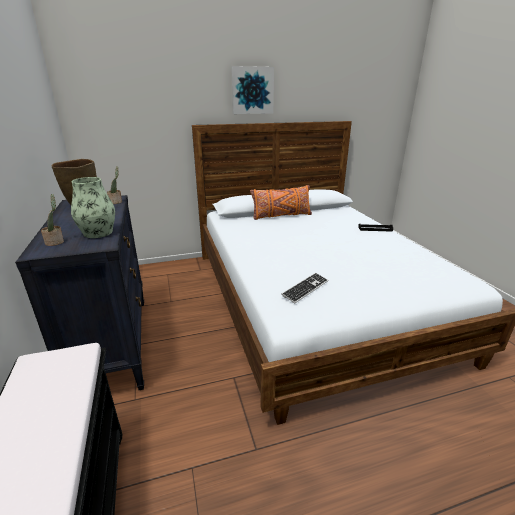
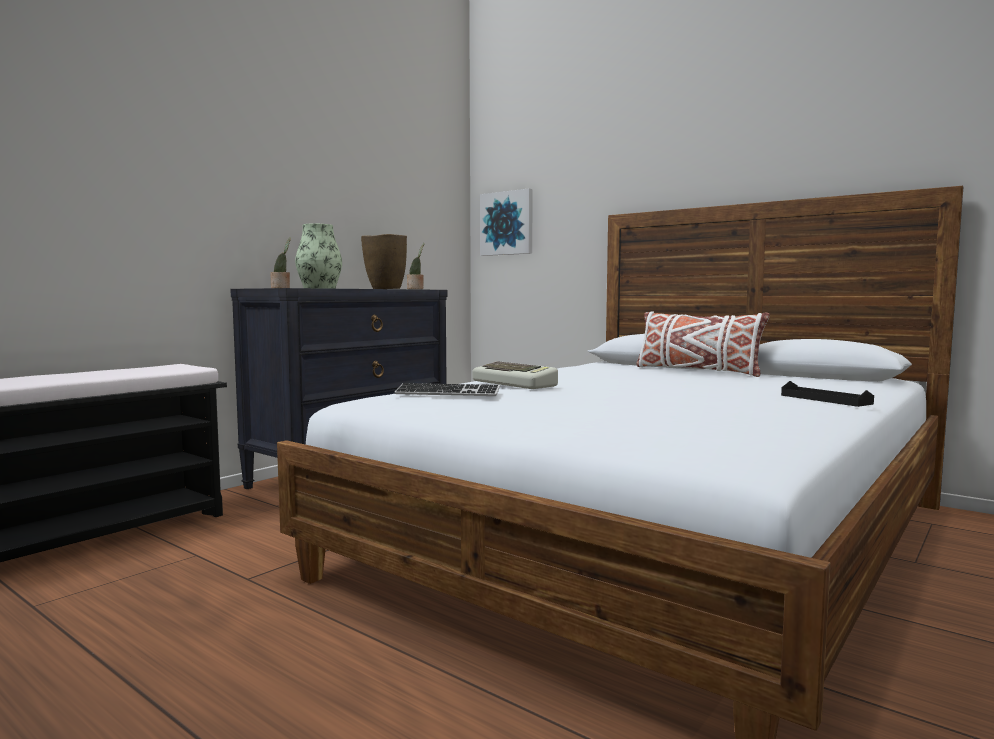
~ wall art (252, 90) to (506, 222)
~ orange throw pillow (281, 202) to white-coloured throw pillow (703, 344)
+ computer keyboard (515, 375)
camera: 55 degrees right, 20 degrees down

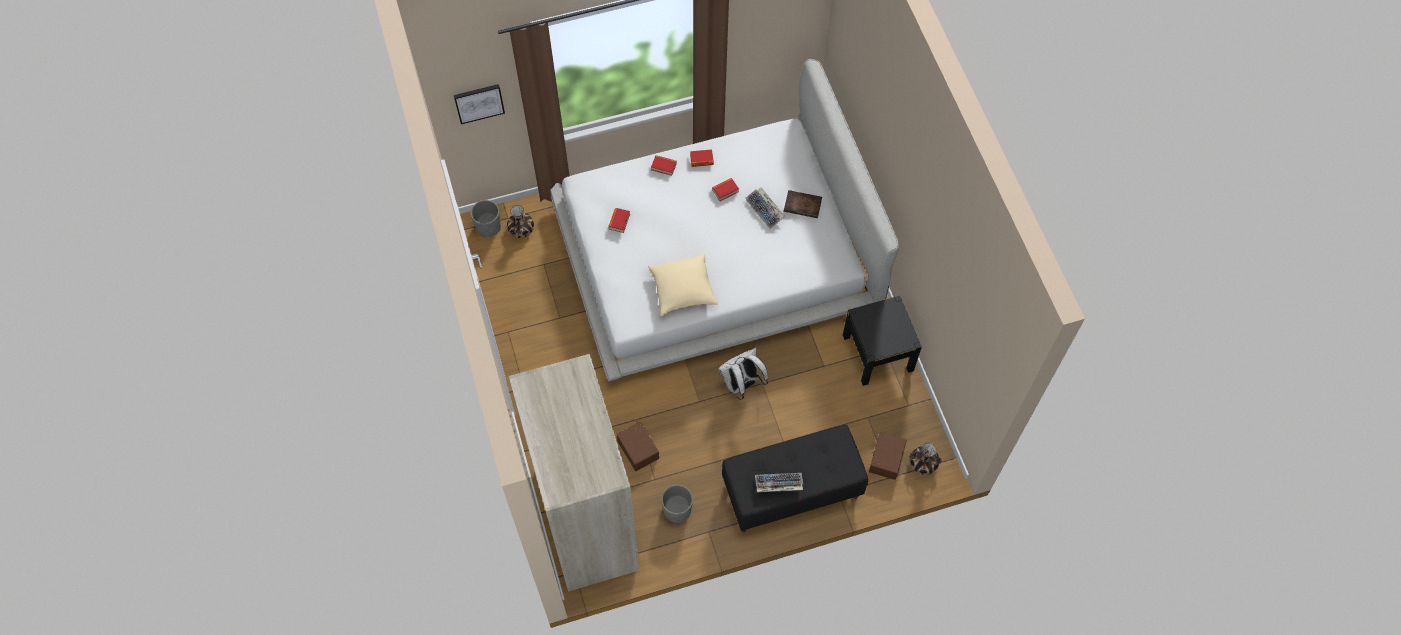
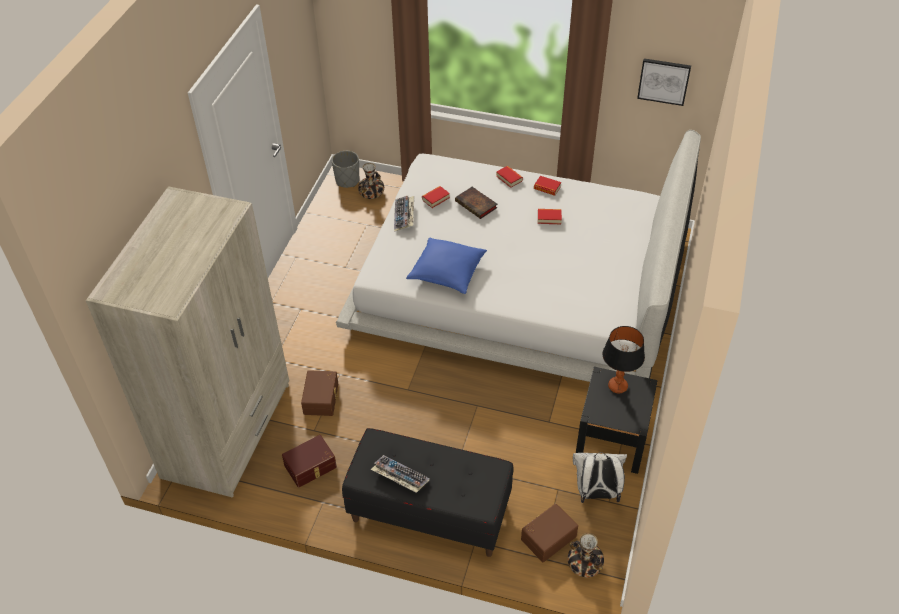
~ wall art (479, 104) to (664, 82)
~ computer keyboard (765, 208) to (404, 214)
~ bound book (803, 204) to (476, 203)
~ beige throw pillow (683, 284) to blue throw pillow (446, 266)
~ white-coloured rucksack (743, 374) to (600, 477)
~ gray flower pot (677, 504) to brown-coloured storage bin (309, 461)
+ lamp for a table (623, 359)
camera: 35 degrees right, 15 degrees down

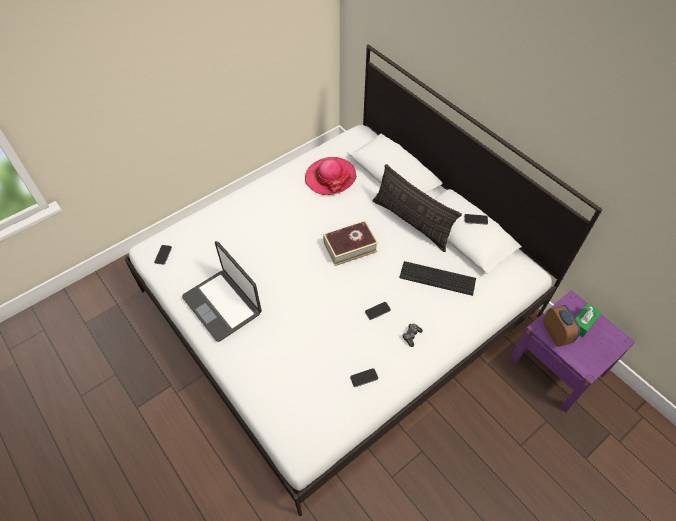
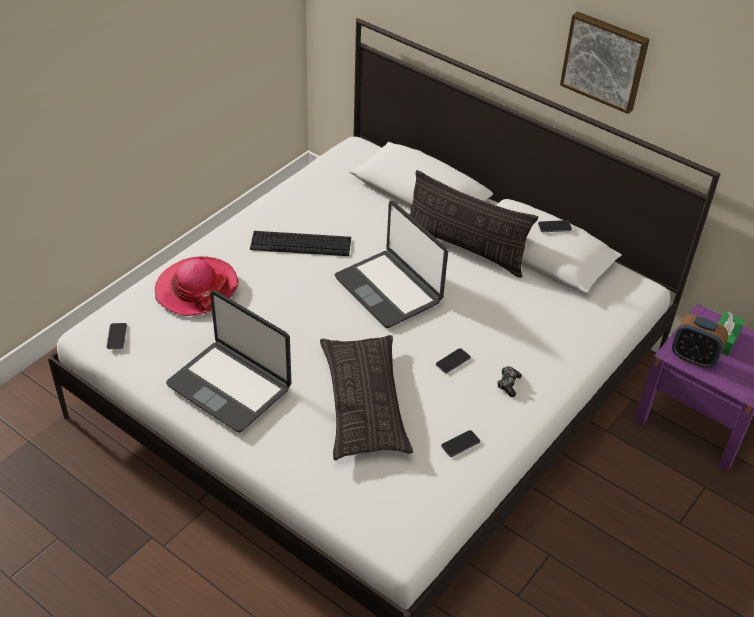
~ hat (331, 176) to (197, 286)
~ bound book (350, 243) to laptop (391, 264)
~ computer keyboard (437, 278) to (300, 243)
~ table clock (562, 326) = (700, 341) 150 degrees clockwise
+ wall art (605, 62)
+ throw pillow (367, 398)
camera: 15 degrees left, 10 degrees down

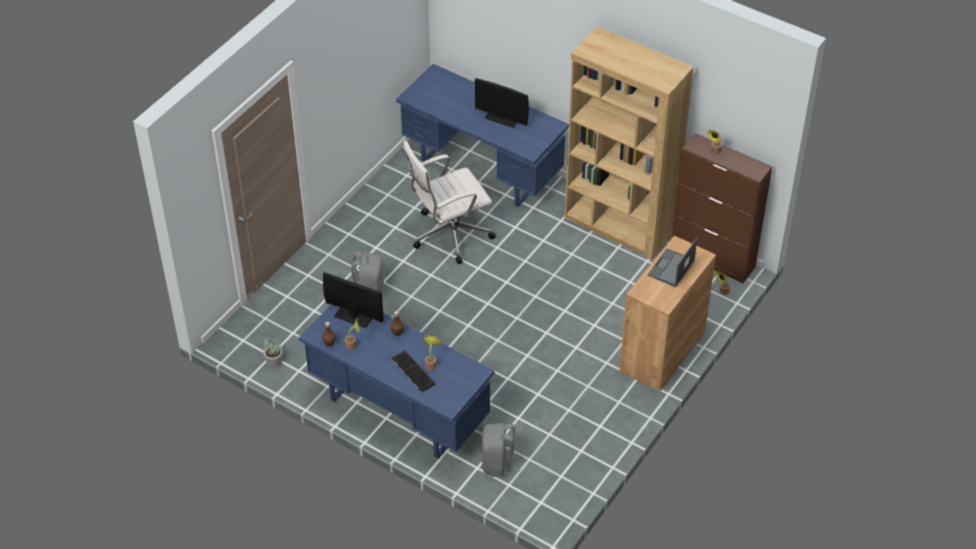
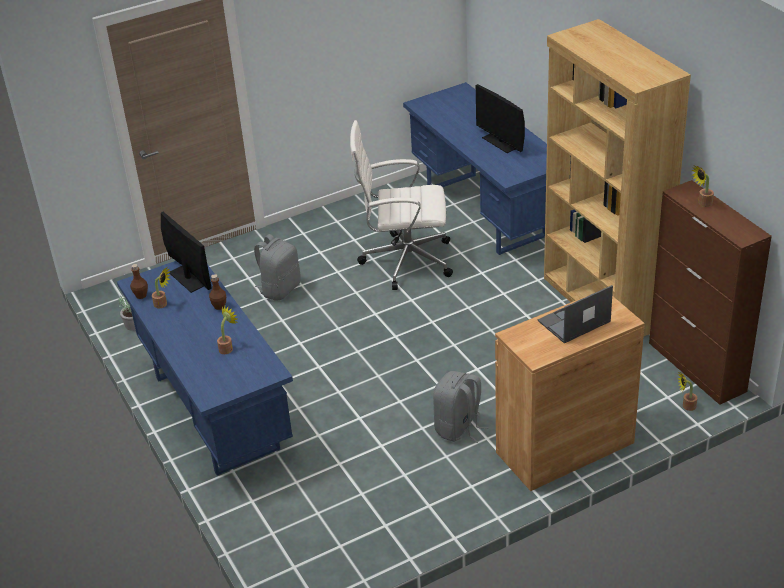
- computer keyboard (413, 371)
~ gray rucksack (501, 450) to (461, 407)
camera: 30 degrees right, 10 degrees down

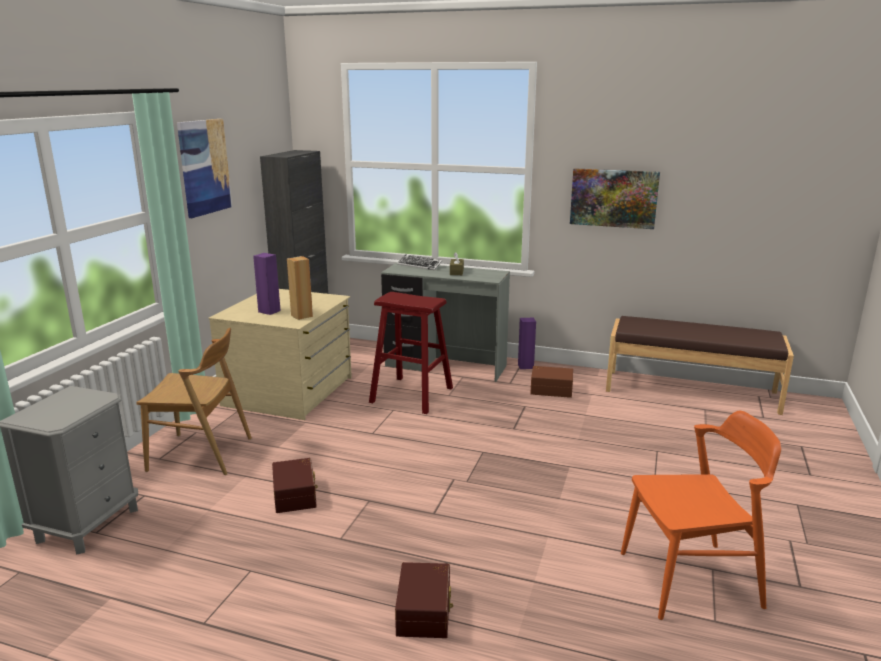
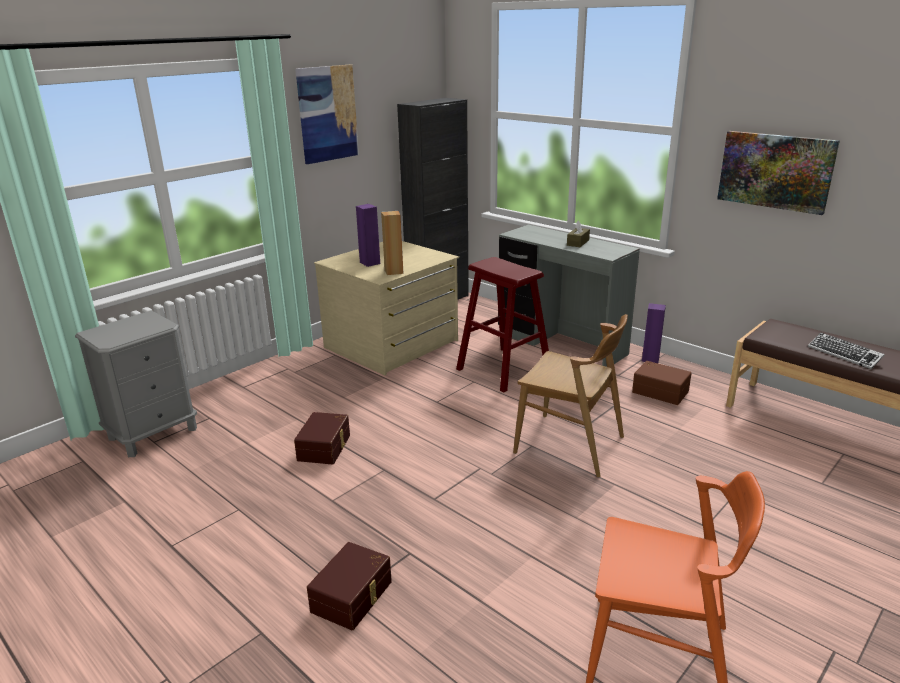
~ computer keyboard (419, 262) to (846, 351)
~ brown-coloured chair (194, 401) to (570, 395)
camera: 25 degrees right, 5 degrees up

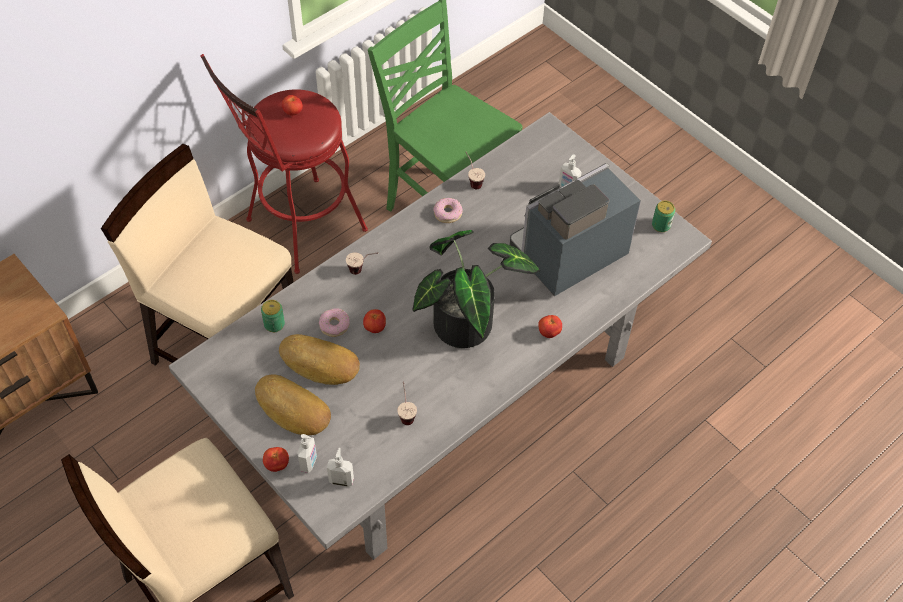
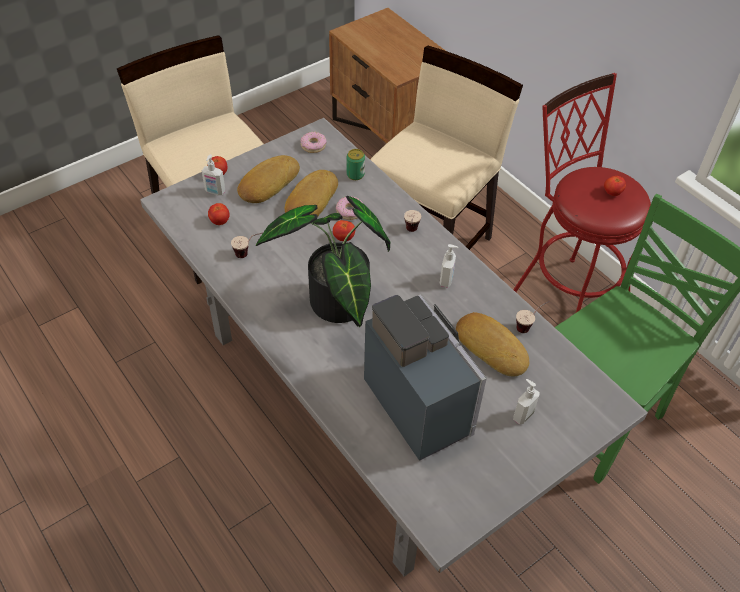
~ ring doughnut (448, 210) to (314, 142)
- can (663, 216)
~ whole tomato (550, 326) to (219, 214)
~ soap bottle (340, 467) to (449, 266)
+ bread (492, 344)
camera: 95 degrees right, 5 degrees down

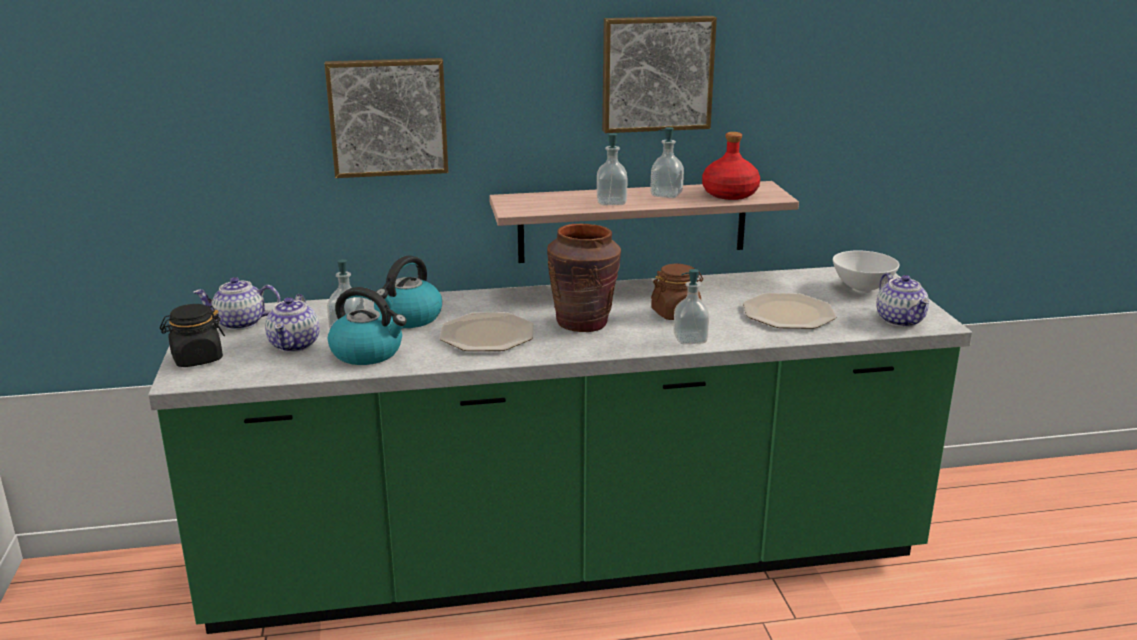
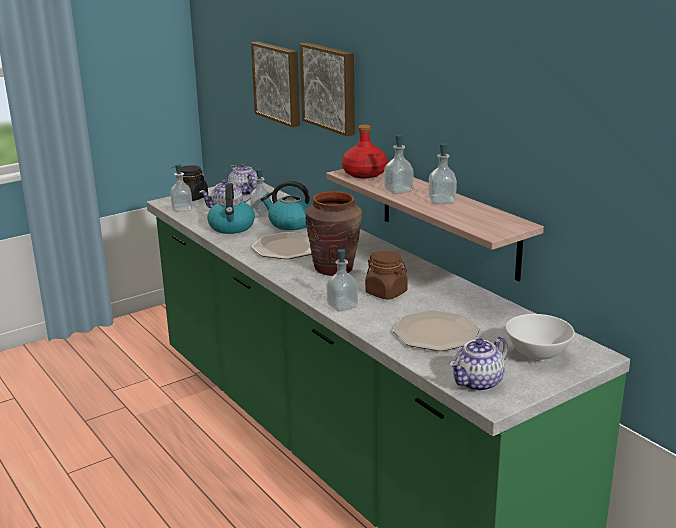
~ wall art (659, 74) to (275, 84)
~ red beverage bottle (731, 166) to (365, 151)
+ soap bottle (181, 188)
camera: 65 degrees right, 0 degrees up

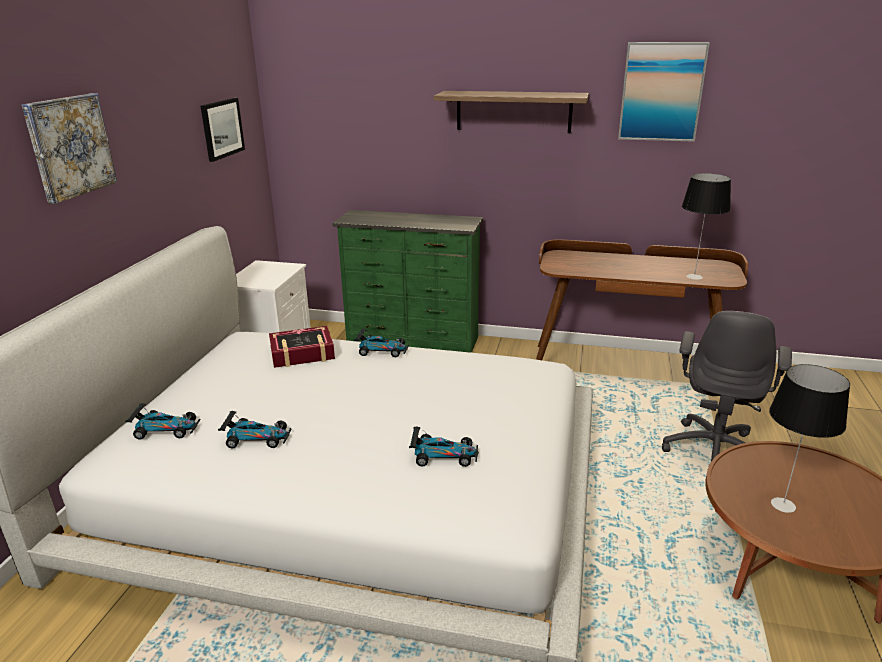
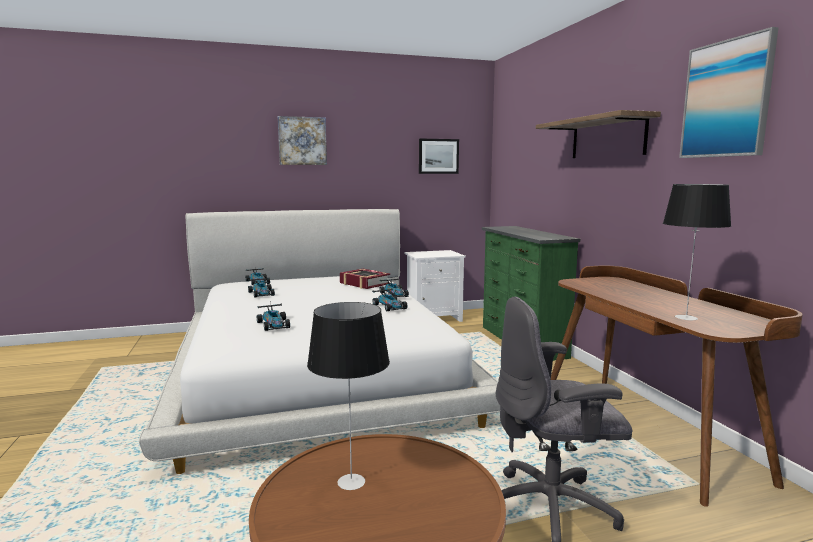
+ miniature car (389, 299)
camera: 60 degrees right, 15 degrees down

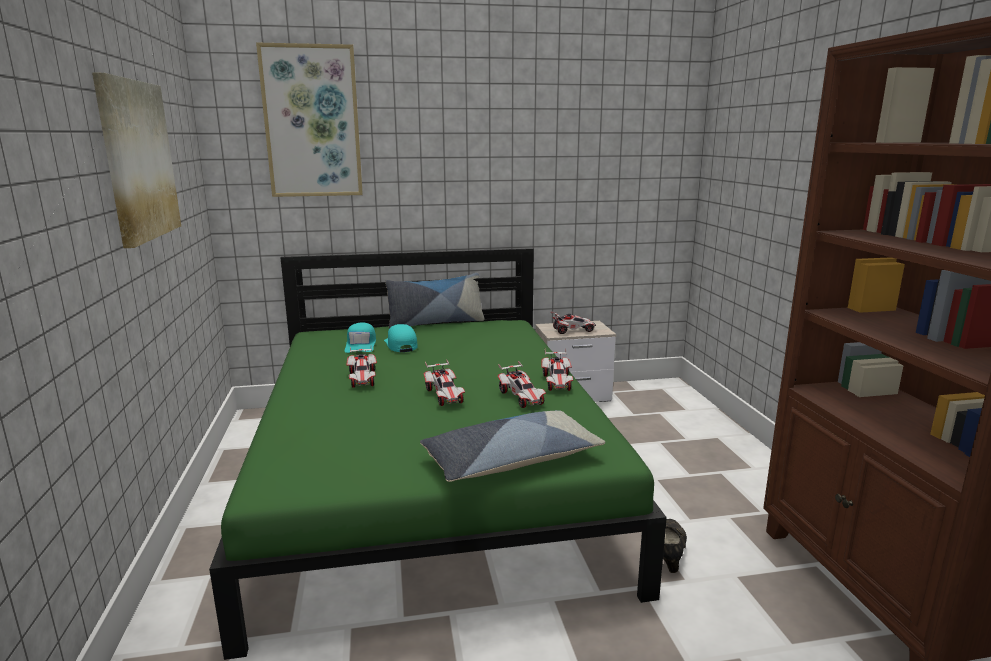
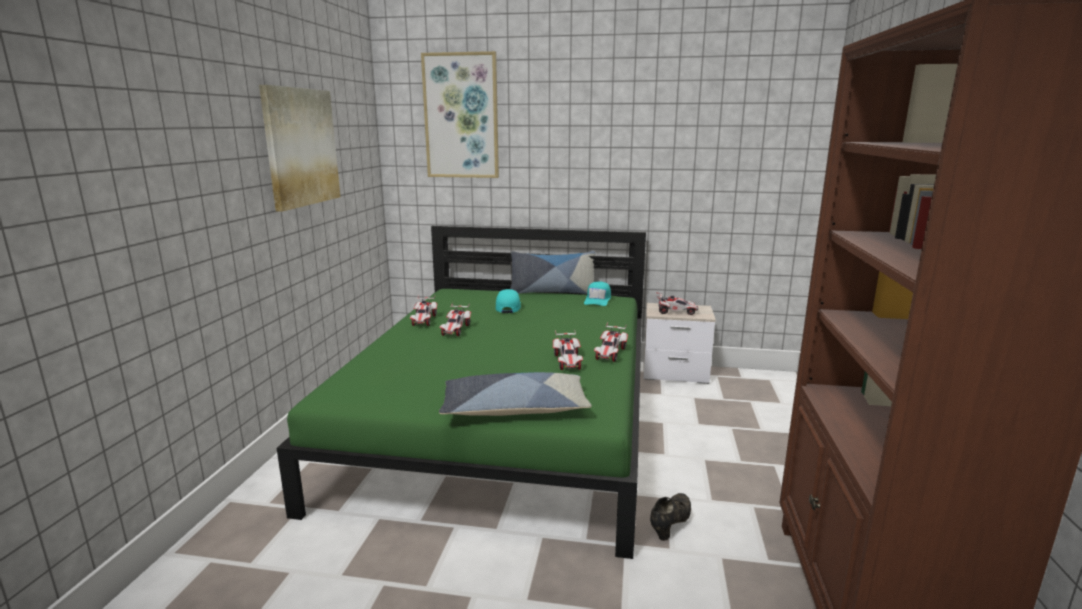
~ turquoise-coloured cap (360, 338) to (597, 293)
~ miniature car (444, 382) to (423, 311)
camera: 20 degrees right, 0 degrees up

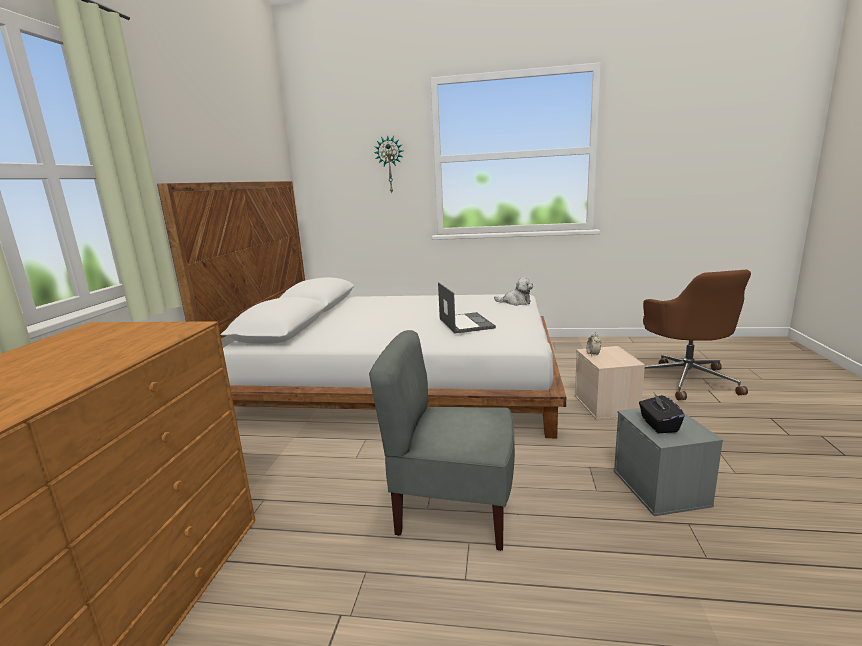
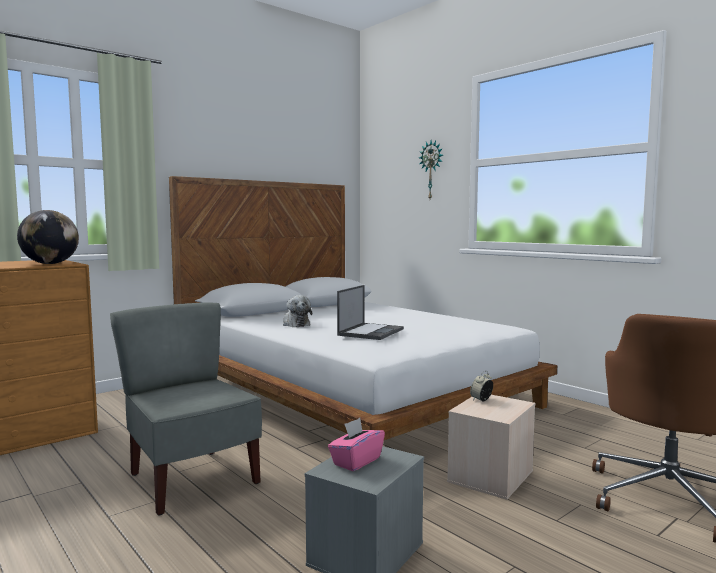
~ plush toy (513, 291) to (297, 311)
~ black tissue holder (662, 413) to pinkish tissue holder (356, 444)
+ world globe (48, 237)
camera: 40 degrees right, 10 degrees down

